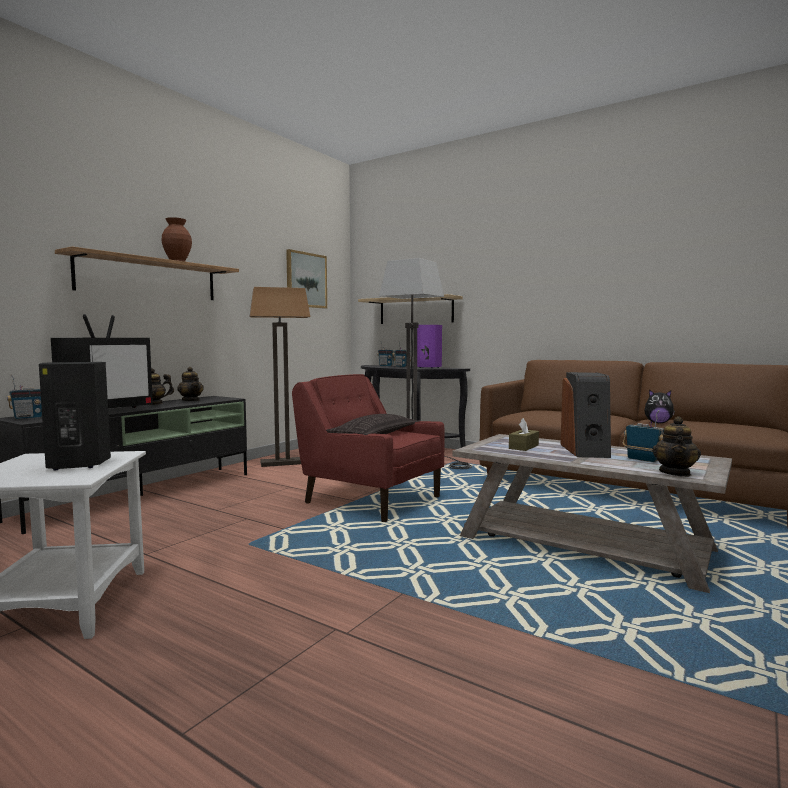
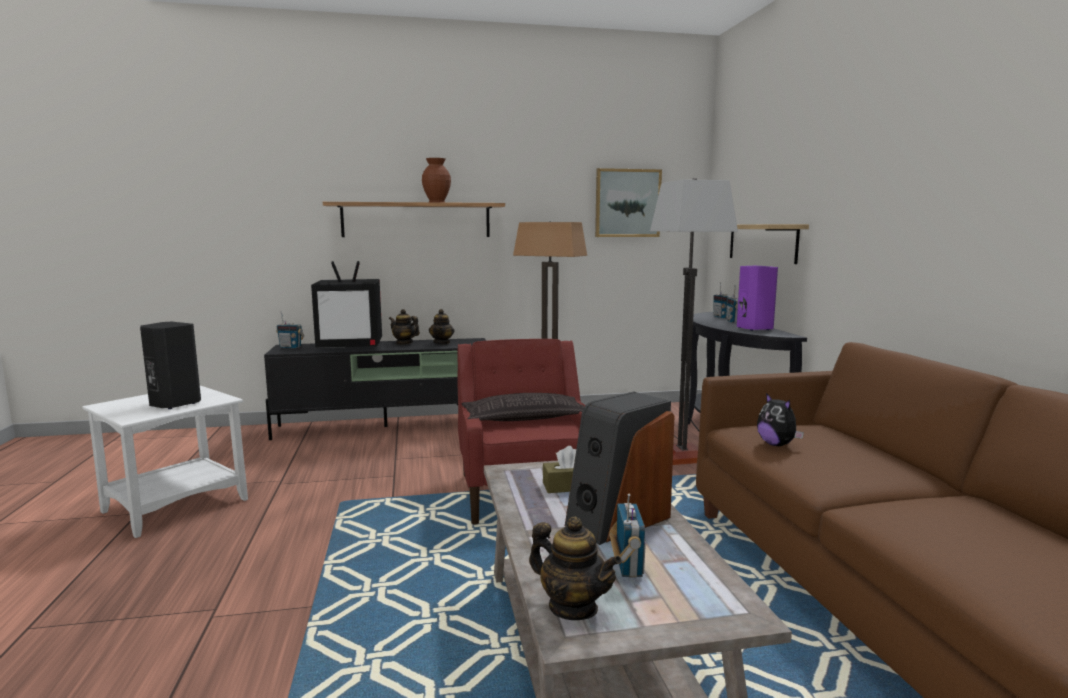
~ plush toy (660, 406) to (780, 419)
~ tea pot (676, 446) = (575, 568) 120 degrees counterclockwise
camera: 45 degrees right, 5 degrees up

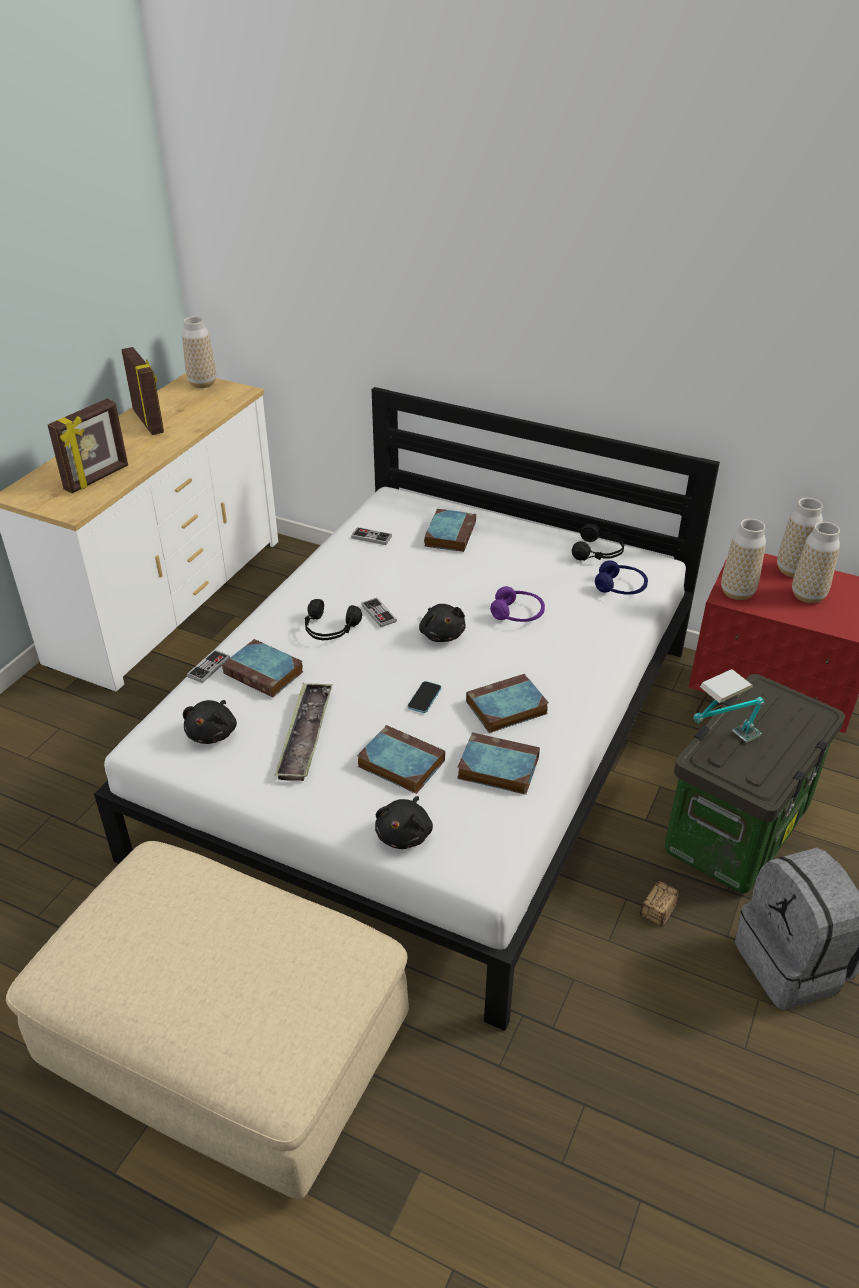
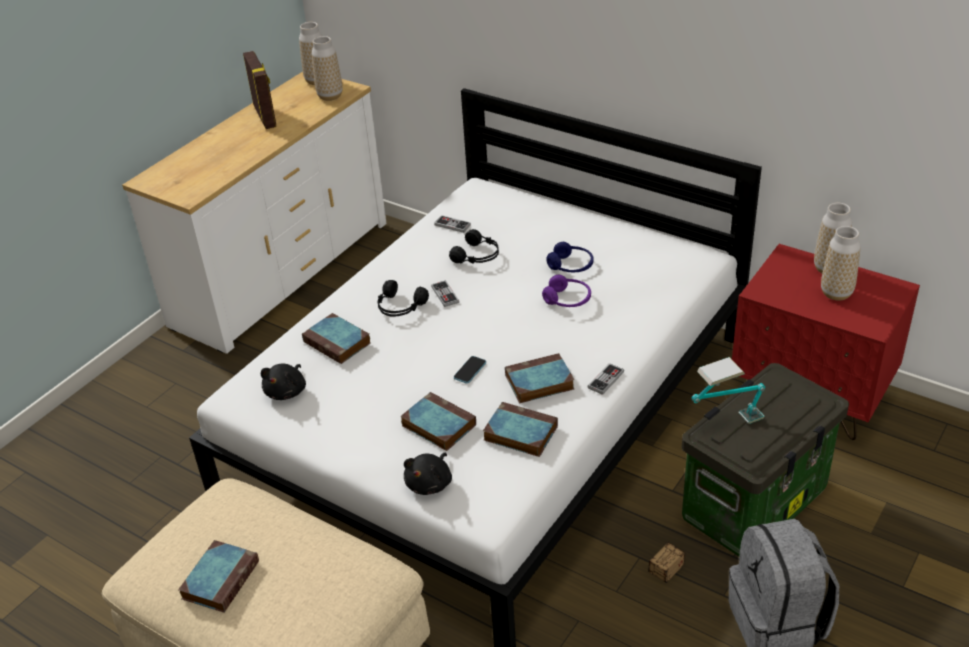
- picture frame (88, 446)
~ bound book (450, 530) to (218, 576)
~ flower vase (743, 559) to (327, 68)
~ black pair of headphones (598, 542) to (474, 246)
~ blue pair of headphones (621, 577) to (569, 257)
- black plush toy (442, 623)
~ game controller (208, 666) to (606, 379)
- serving tray (303, 732)
camera: 10 degrees right, 0 degrees up

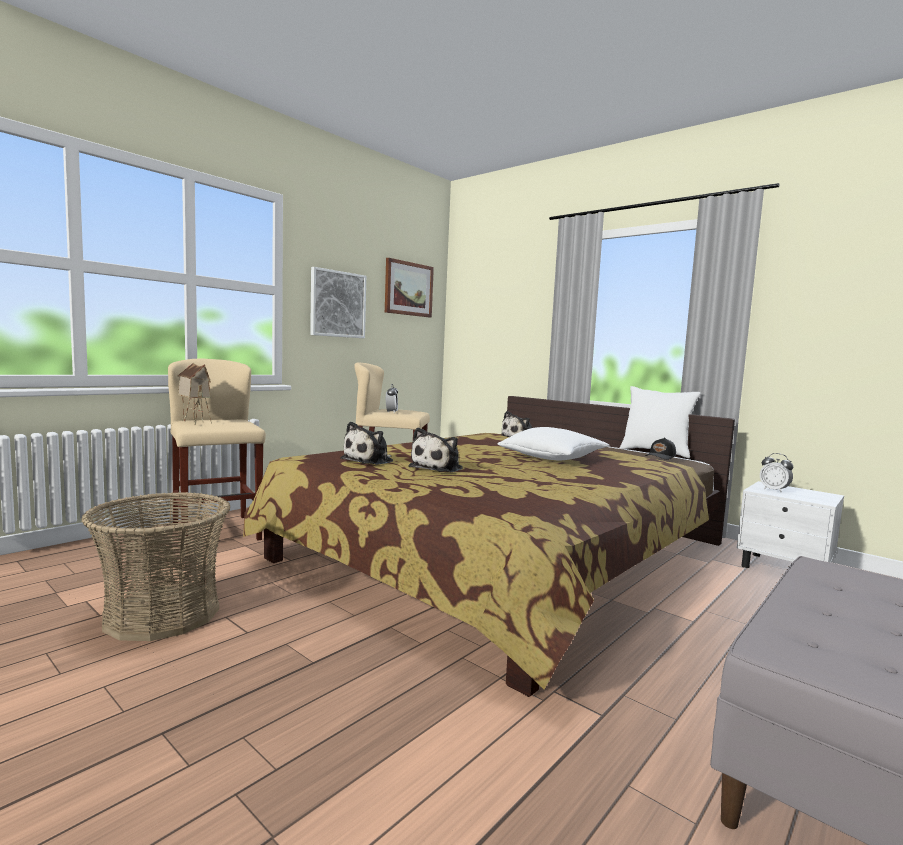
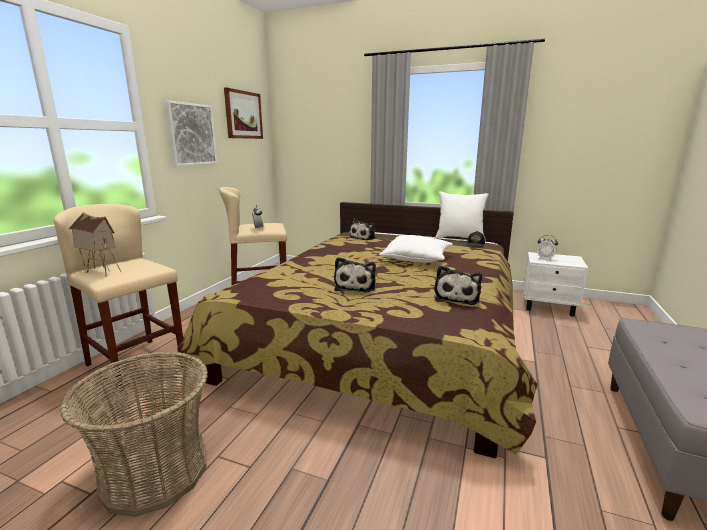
~ plush toy (366, 443) to (458, 285)
camera: 20 degrees left, 10 degrees up

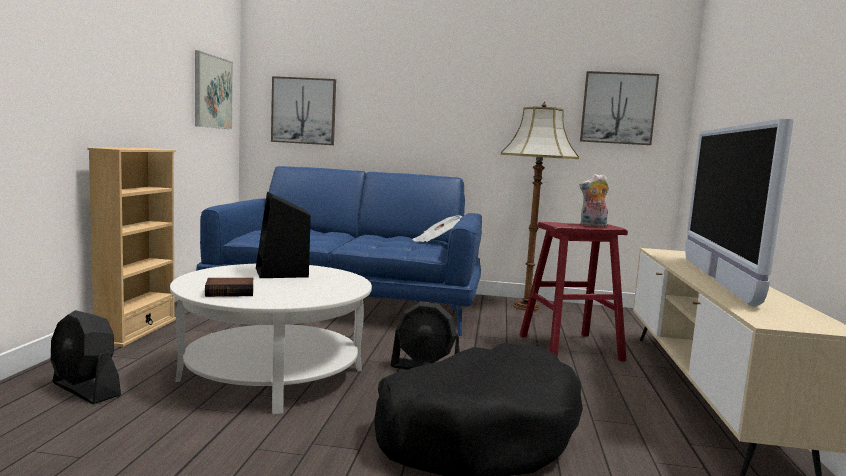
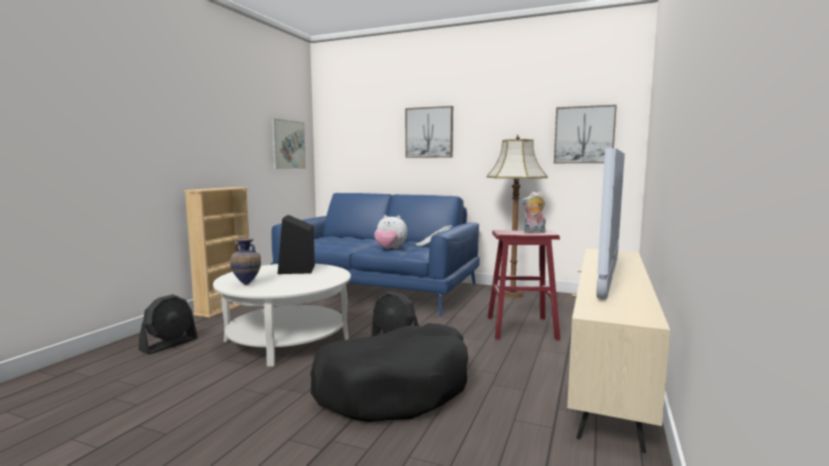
~ wall art (303, 110) to (429, 132)
~ bound book (229, 287) to flower vase (245, 261)
~ black electric fan (86, 357) = (168, 324) 105 degrees counterclockwise
+ plush toy (390, 232)
camera: 15 degrees right, 0 degrees up

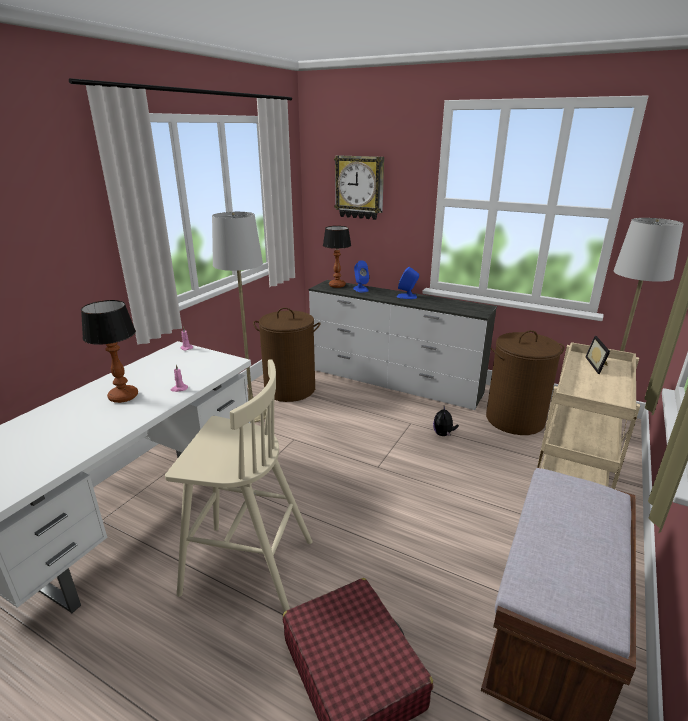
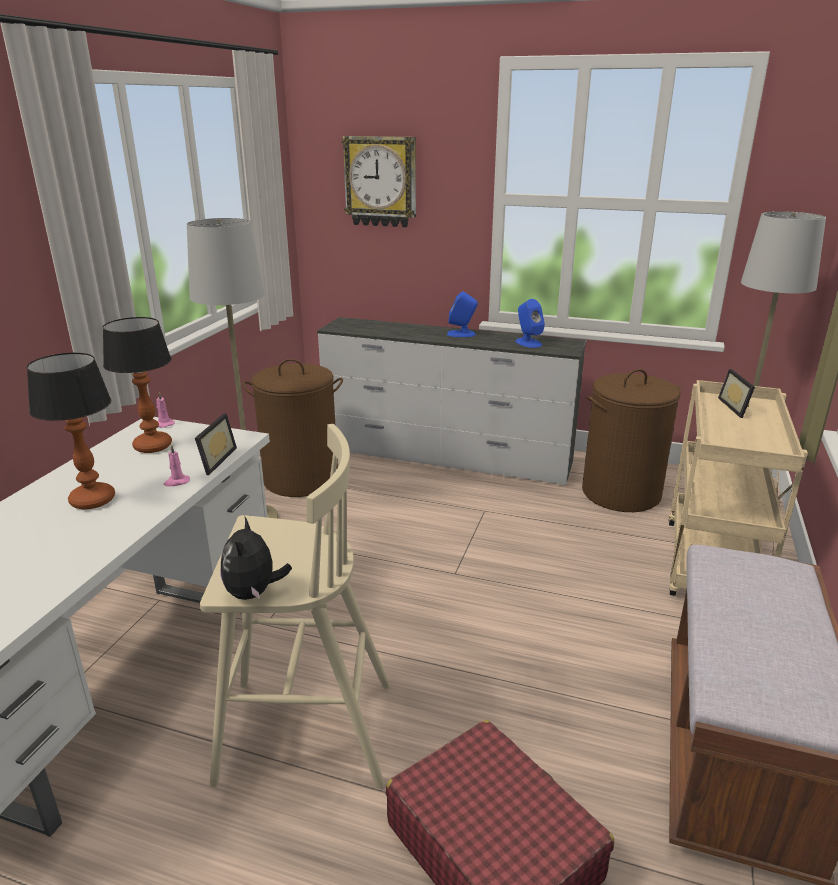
~ lamp for a table (337, 257) to (137, 385)
~ blue audio speaker (361, 276) to (530, 323)
~ plush toy (446, 421) to (256, 558)
+ picture frame (216, 444)
camera: 10 degrees left, 0 degrees up

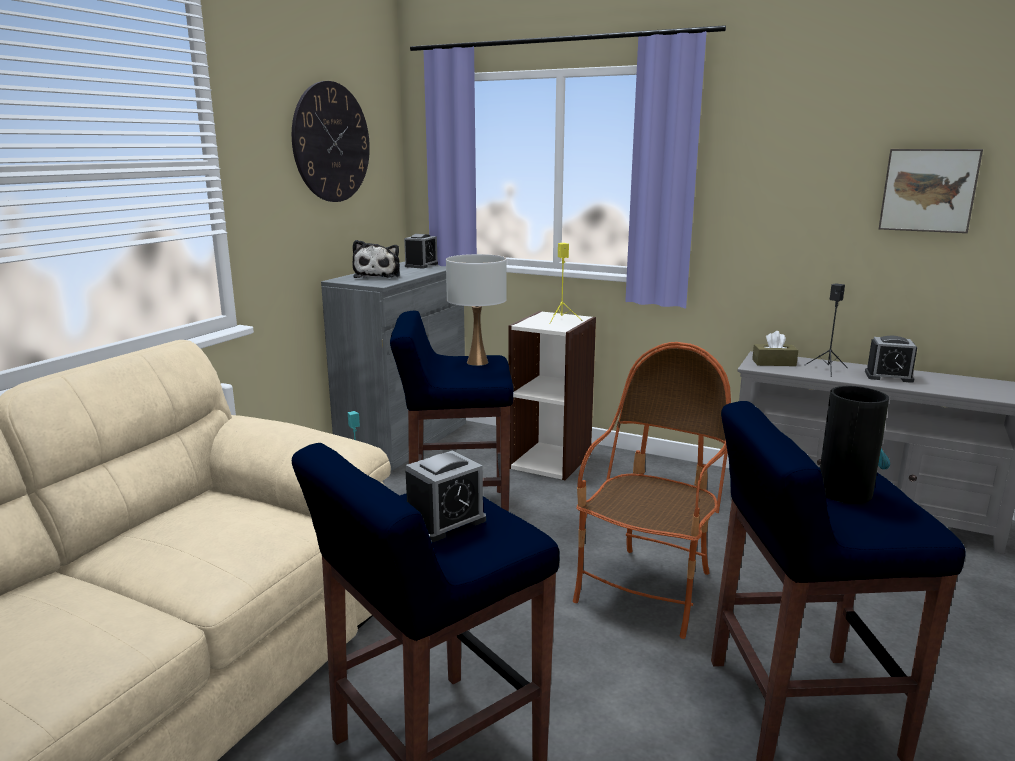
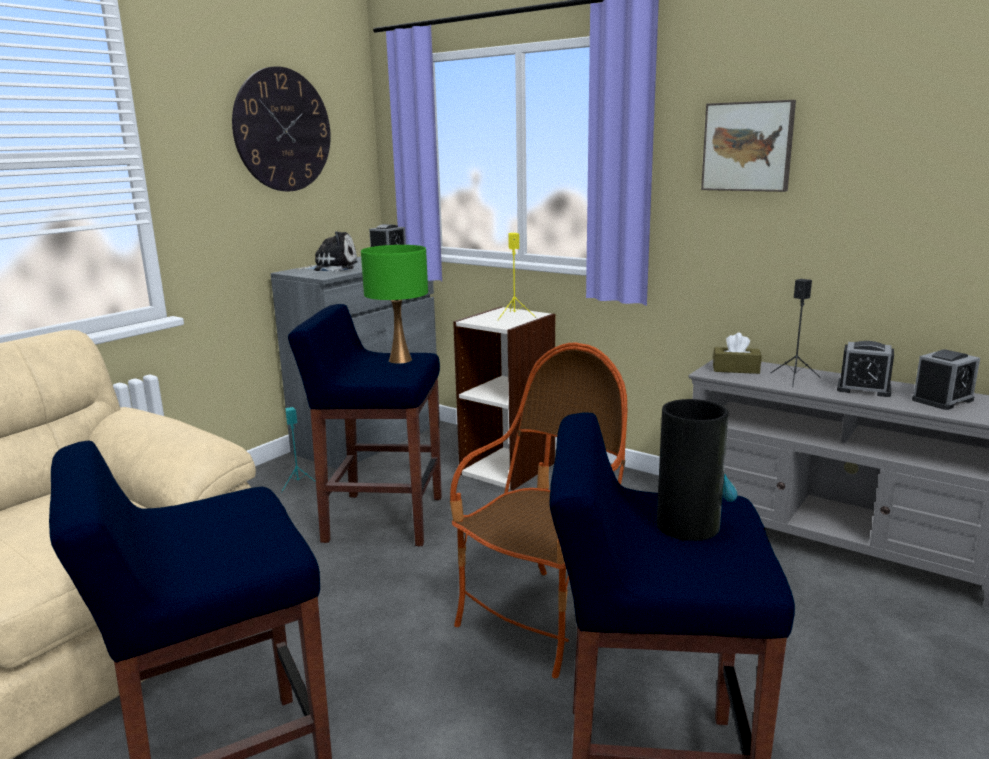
~ wall art (931, 191) to (748, 146)
~ plush toy (376, 259) = (327, 251) 105 degrees counterclockwise
~ white-coloured lamp for a table (476, 310) to green-coloured lamp for a table (394, 304)
~ table clock (446, 496) to (946, 380)
camera: 10 degrees right, 0 degrees up

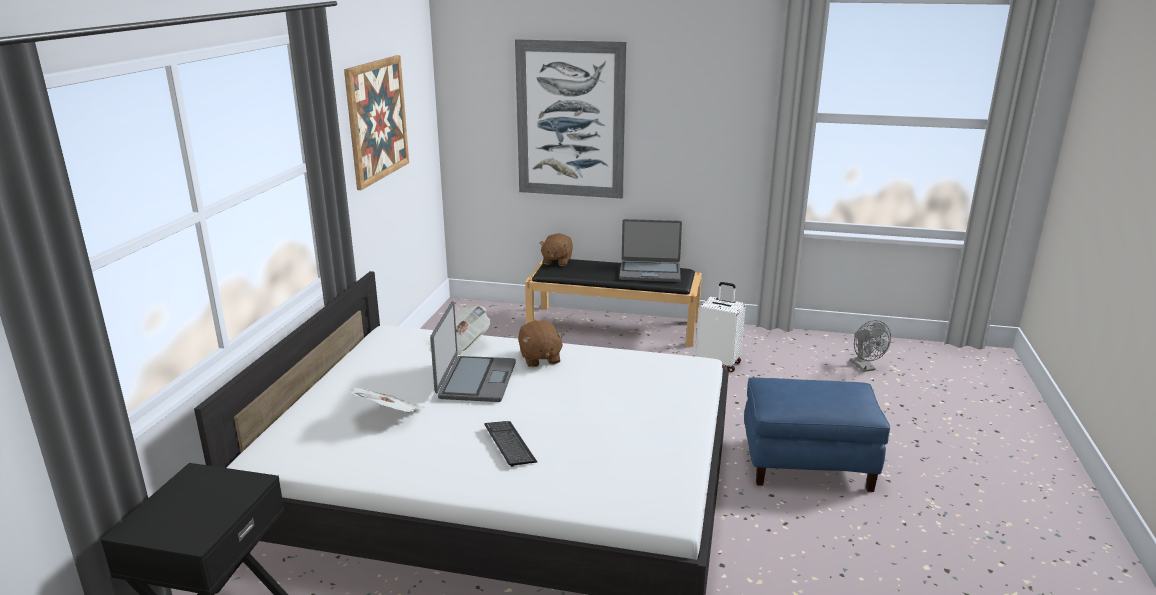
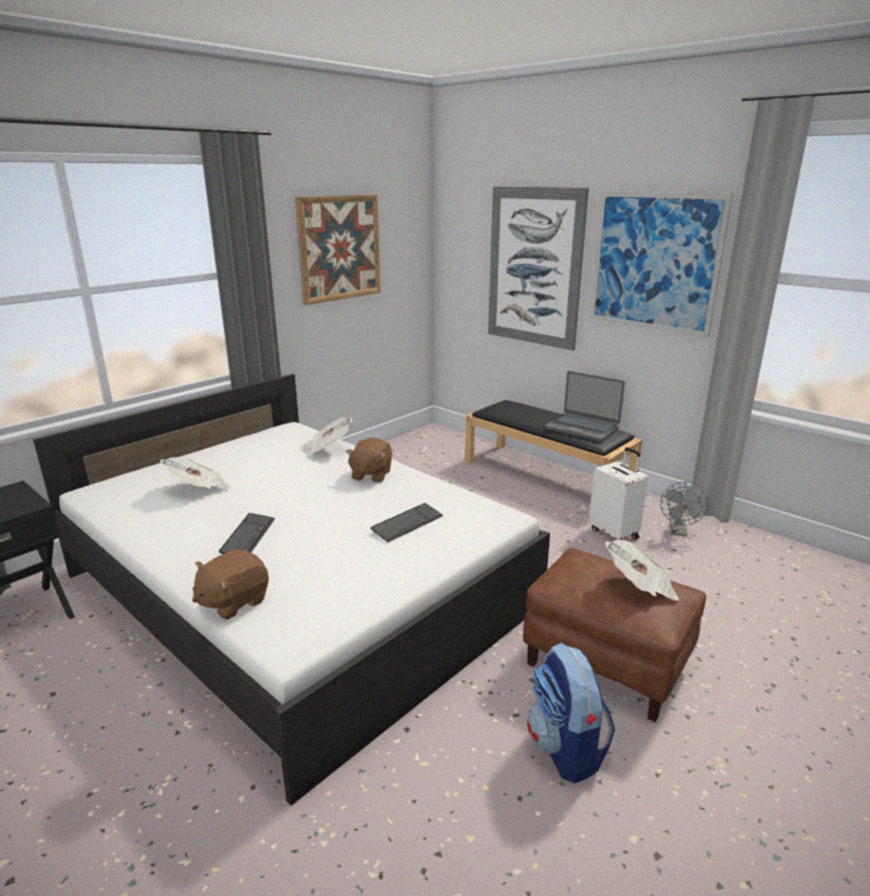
~ brown-coloured plush toy (556, 249) to (230, 584)
- laptop (473, 351)
~ gray electric fan (870, 346) to (684, 509)
~ blue footrest (817, 434) to brown-coloured footrest (614, 635)
+ wall art (661, 264)
+ computer keyboard (406, 522)
+ newspaper (642, 570)
+ rucksack (571, 713)
camera: 30 degrees right, 0 degrees up

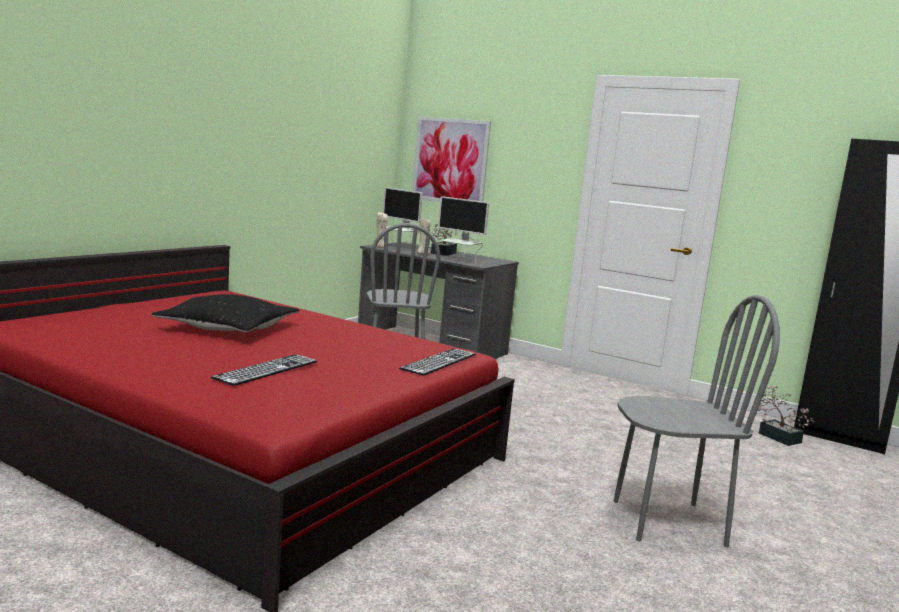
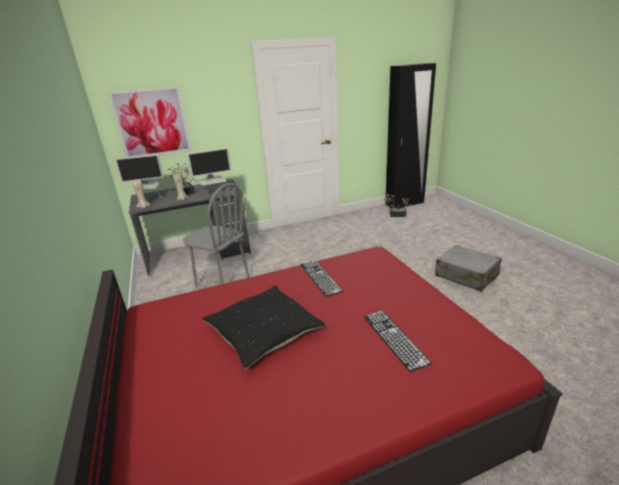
~ gray chair (697, 421) to gray suitcase (468, 268)
~ computer keyboard (437, 362) to (321, 278)
camera: 50 degrees left, 15 degrees up

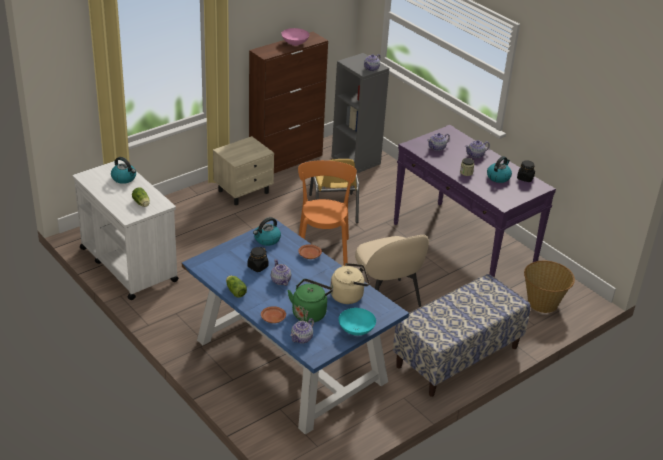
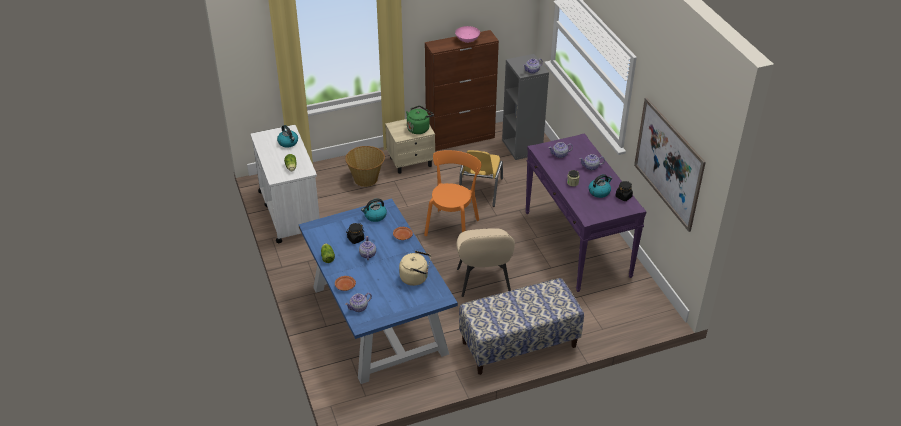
~ basket (549, 287) to (365, 166)
~ green-coloured tea kettle (310, 301) to (420, 120)
- turquoise-coloured bowl (357, 322)
+ wall art (670, 164)
camera: 20 degrees right, 5 degrees up

